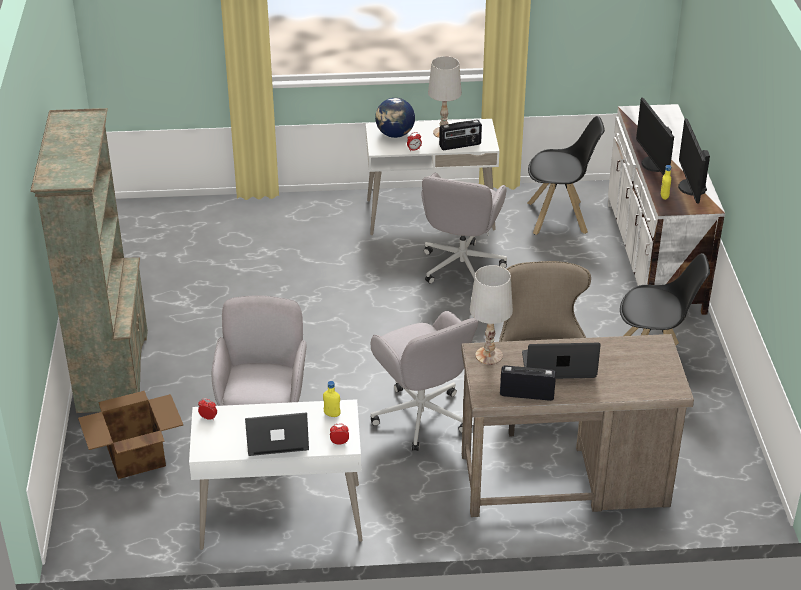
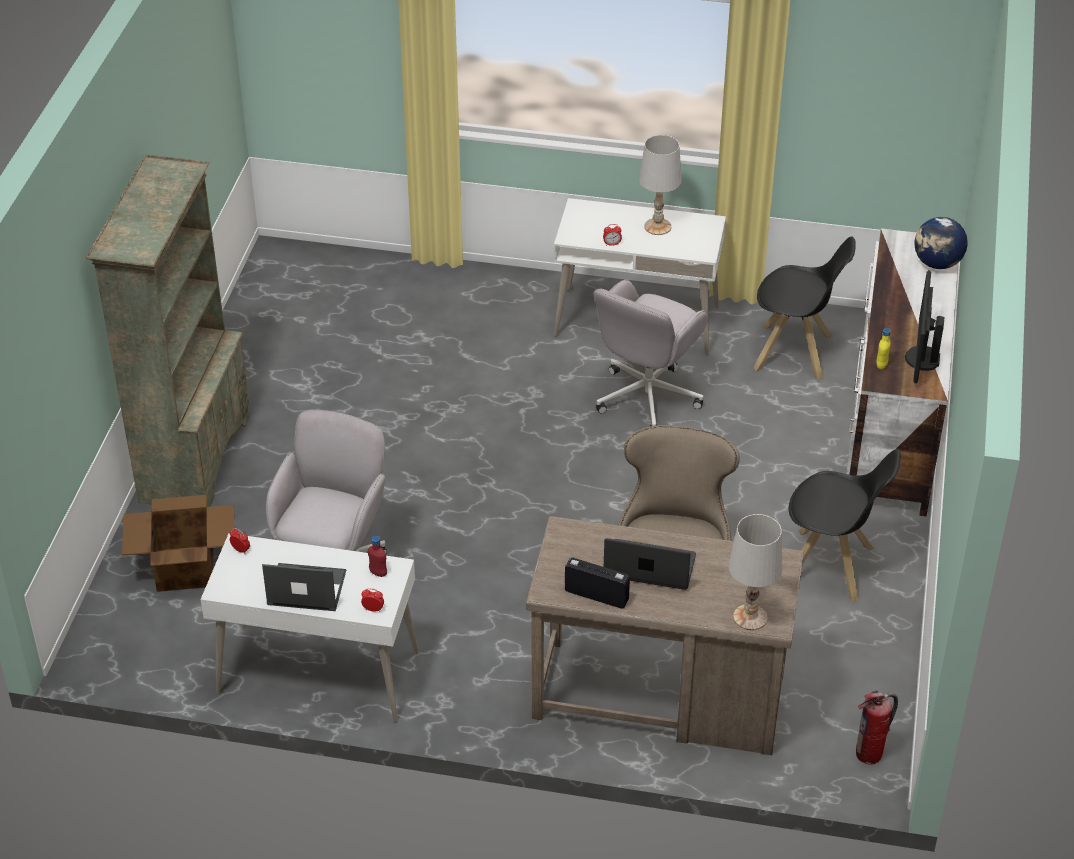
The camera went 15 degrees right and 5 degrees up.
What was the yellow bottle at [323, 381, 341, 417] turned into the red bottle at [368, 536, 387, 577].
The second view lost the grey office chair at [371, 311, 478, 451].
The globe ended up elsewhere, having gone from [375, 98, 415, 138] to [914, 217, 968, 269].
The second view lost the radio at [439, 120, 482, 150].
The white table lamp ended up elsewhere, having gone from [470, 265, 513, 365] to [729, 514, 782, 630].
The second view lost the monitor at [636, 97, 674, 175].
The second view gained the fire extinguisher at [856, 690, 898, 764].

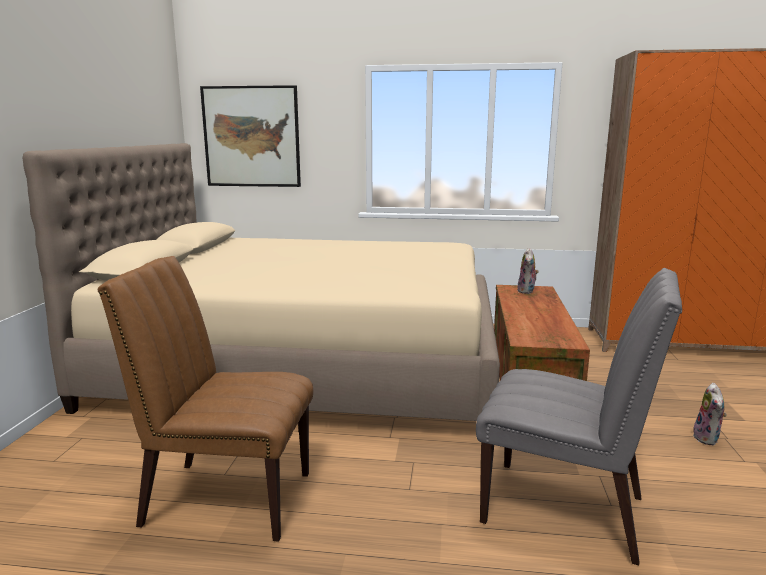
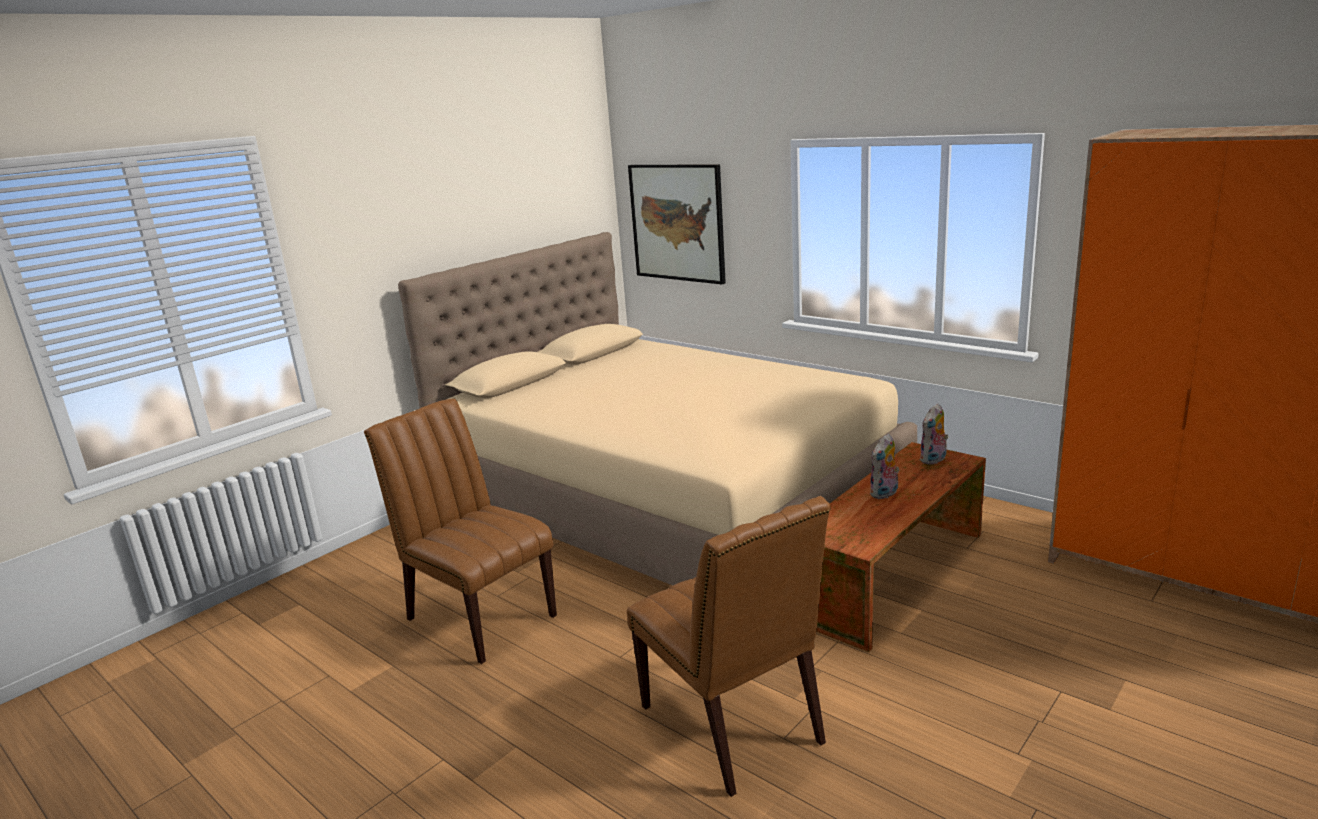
The camera went 35 degrees right and 5 degrees up.
What was the grey chair at [476, 268, 682, 565] turned into the brown chair at [626, 496, 830, 797].
The plush toy ended up elsewhere, having gone from [691, 383, 727, 445] to [870, 433, 900, 499].

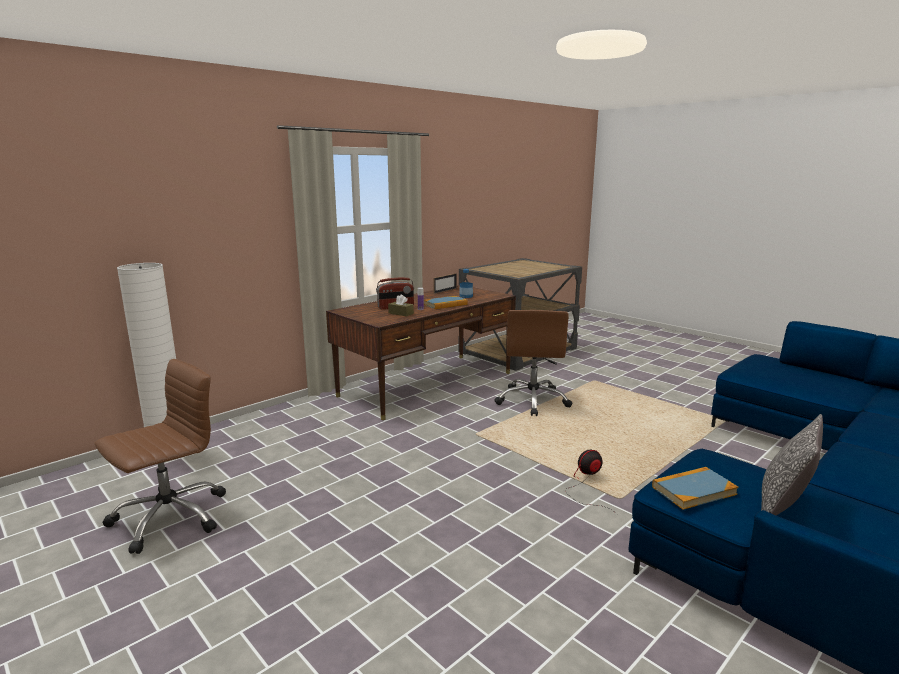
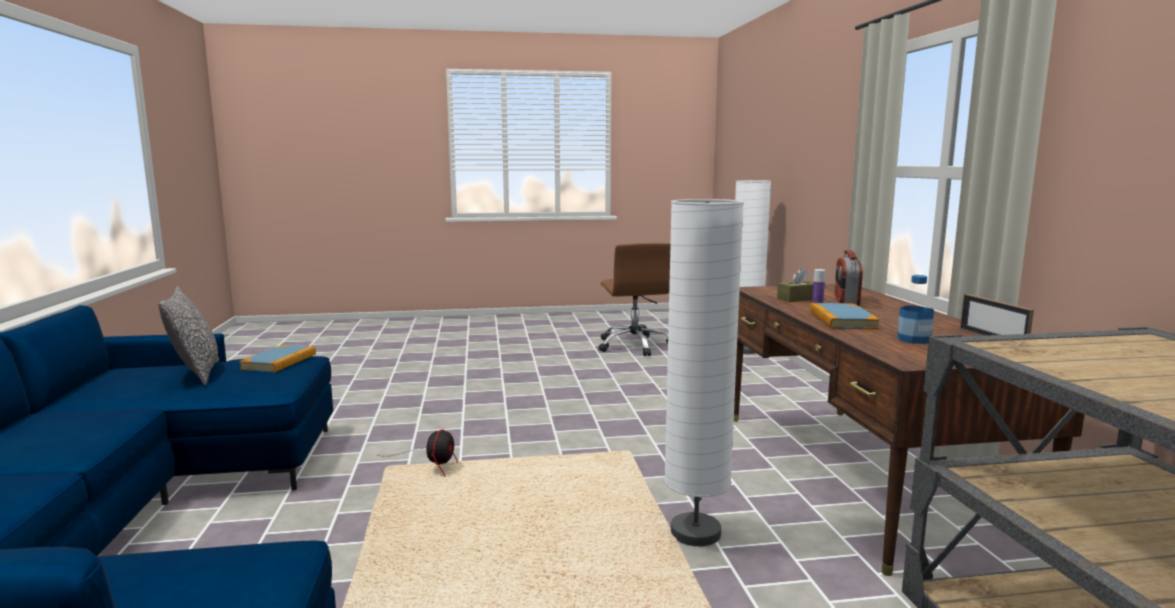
The camera went 125 degrees right and 5 degrees down.
Where the brown office chair stood at [495, 310, 573, 416], the white floor lamp came to stand at [664, 199, 744, 546].

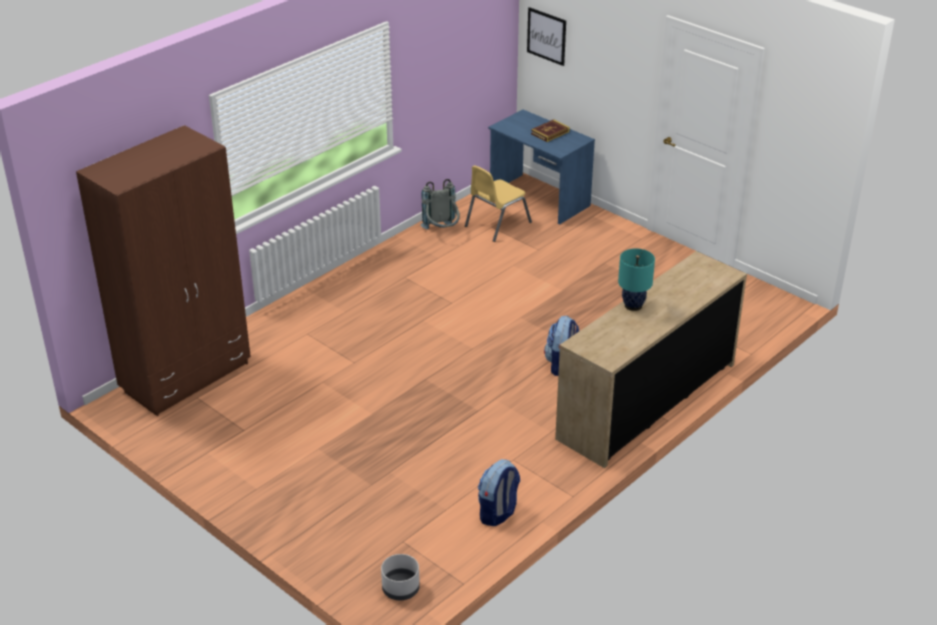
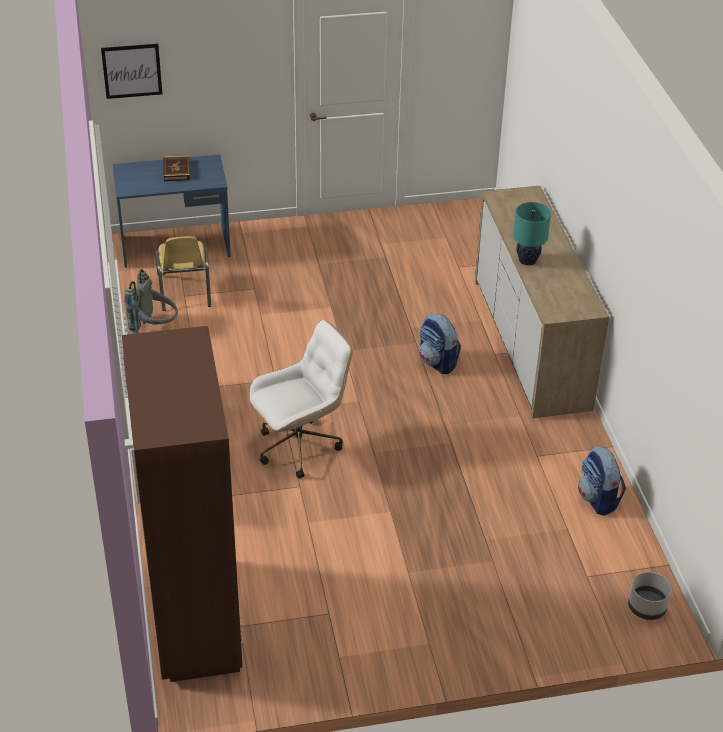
The camera went 55 degrees left and 5 degrees up.
The second view gained the white office chair at [249, 320, 353, 479].

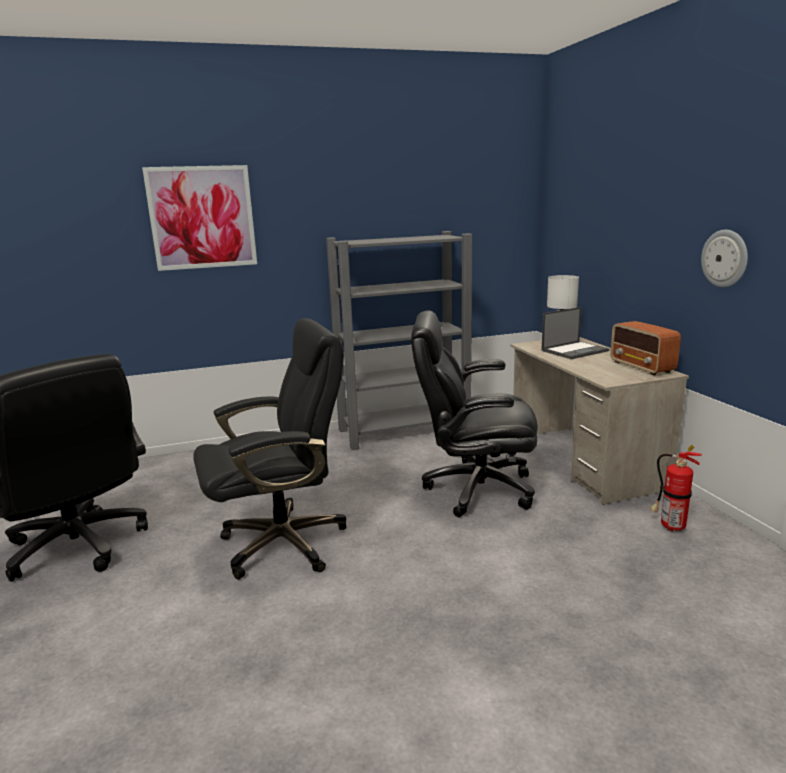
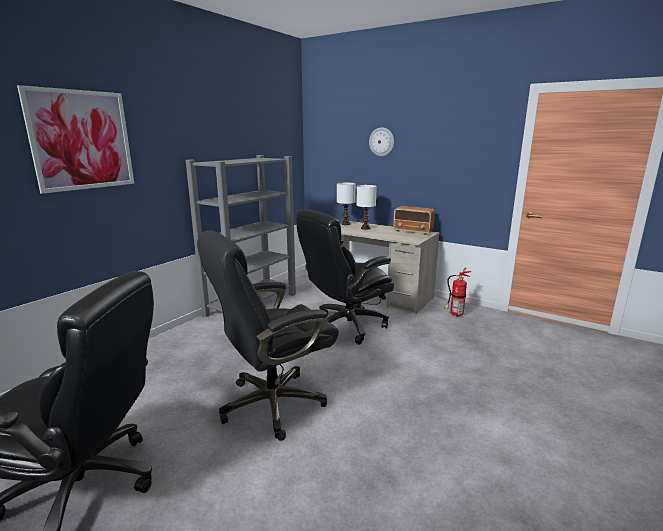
The camera went 40 degrees left and 0 degrees up.
The black office chair at [193, 318, 346, 580] ended up facing another way, 150 degrees counterclockwise from before.
Where the laptop stood at [541, 307, 609, 359], the white table lamp came to stand at [356, 185, 377, 230].
The wall clock ended up elsewhere, having gone from [701, 230, 748, 287] to [369, 127, 394, 156].

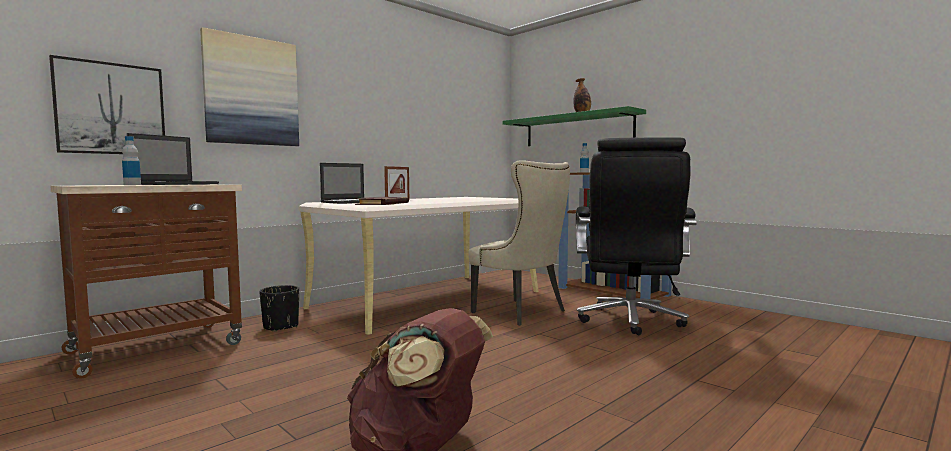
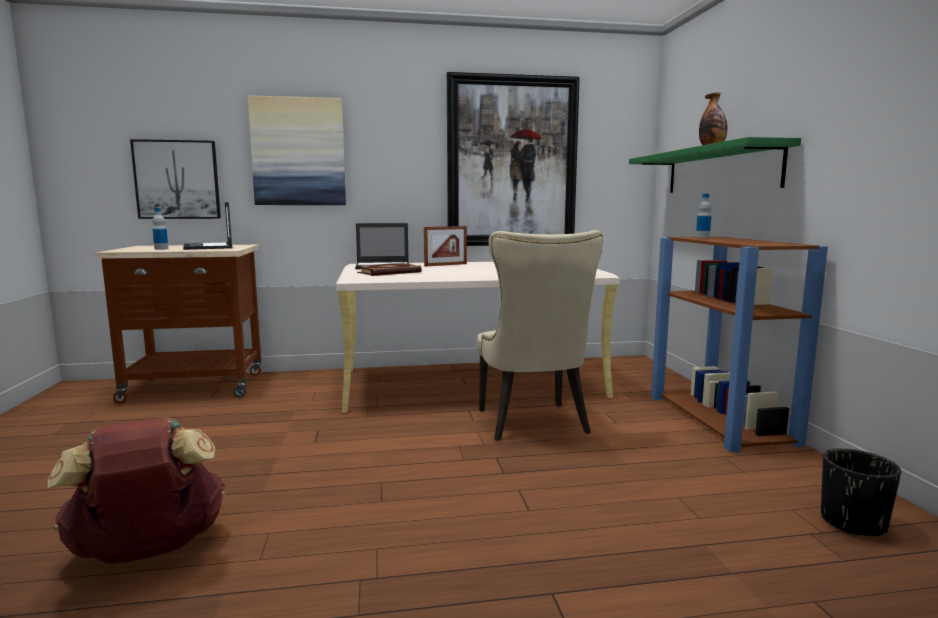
The camera went 35 degrees right and 5 degrees up.
The laptop at [127, 133, 219, 185] ended up facing another way, 90 degrees clockwise from before.
The black planter ended up elsewhere, having gone from [259, 285, 299, 332] to [821, 448, 901, 537].
The second view lost the black office chair at [576, 137, 697, 336].
The second view gained the picture at [447, 72, 580, 246].

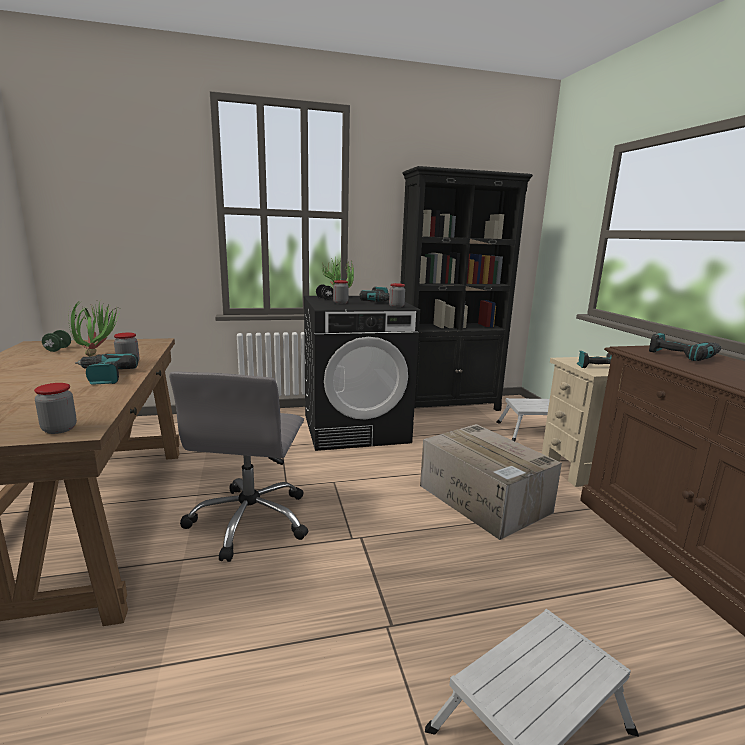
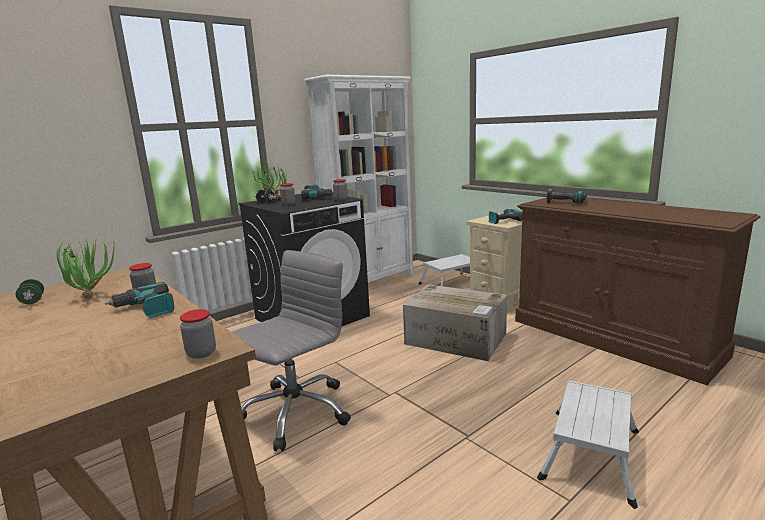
The camera went 25 degrees left and 0 degrees up.
The grey office chair at [169, 372, 309, 562] ended up facing another way, 120 degrees counterclockwise from before.
What was the black bookcase at [401, 166, 533, 411] turned into the white bookcase at [304, 74, 414, 283].

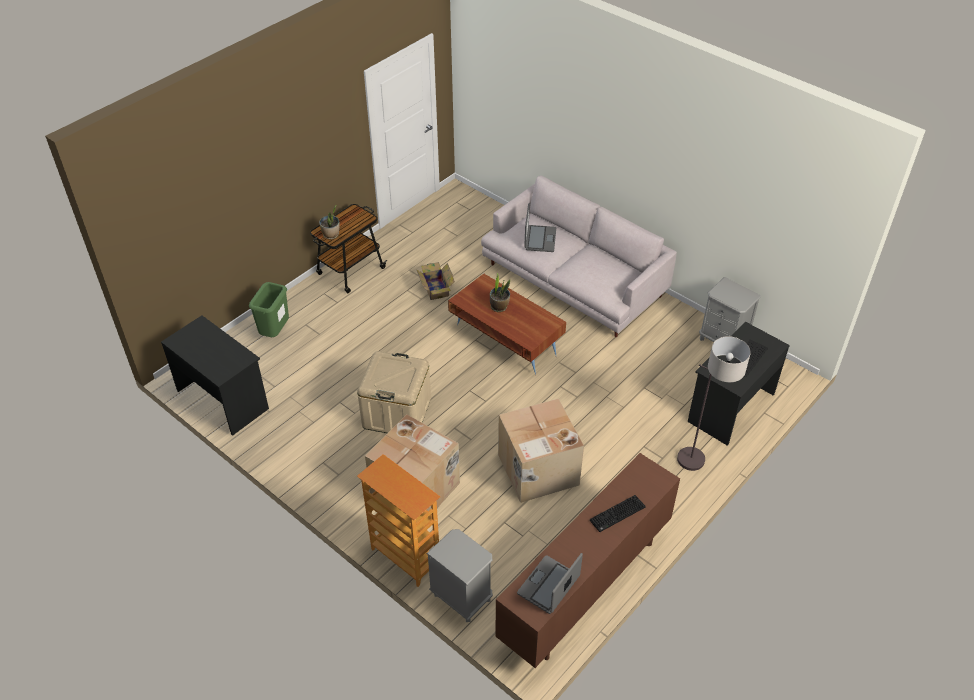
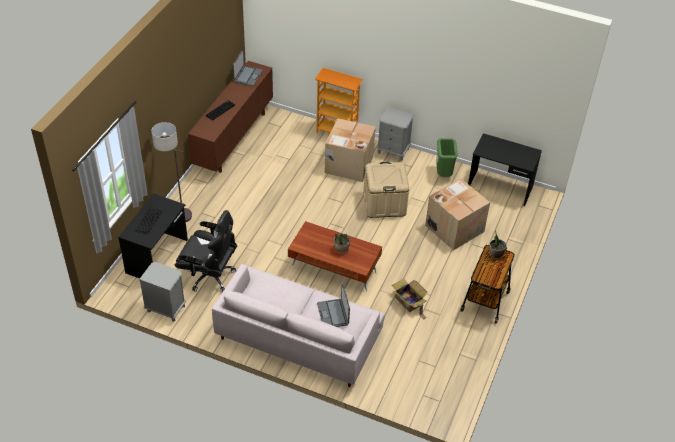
The camera went 160 degrees right and 0 degrees up.
The green trash can ended up elsewhere, having gone from [249, 282, 289, 337] to [436, 138, 458, 177].
The grey nightstand ended up elsewhere, having gone from [426, 529, 493, 622] to [377, 107, 414, 161].
The cardboard box ended up elsewhere, having gone from [498, 398, 584, 503] to [425, 178, 490, 250].
The second view gained the black office chair at [175, 210, 237, 292].

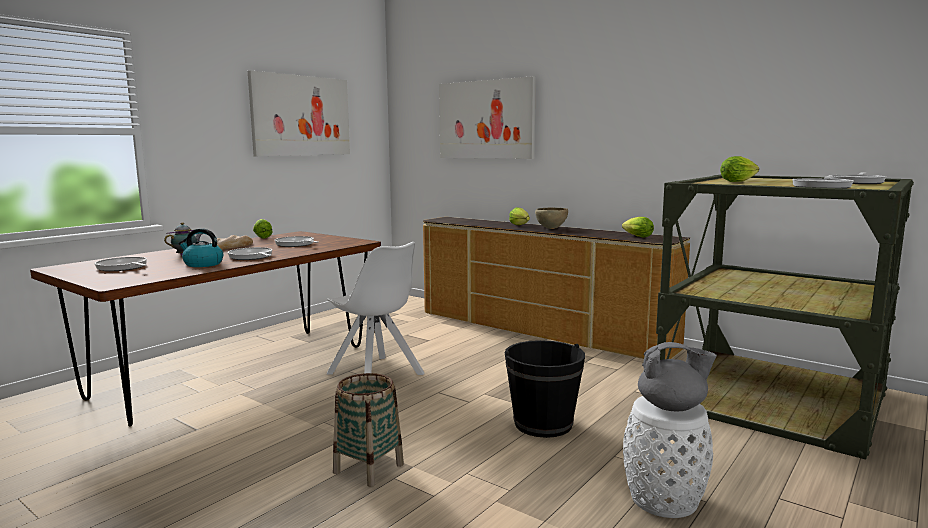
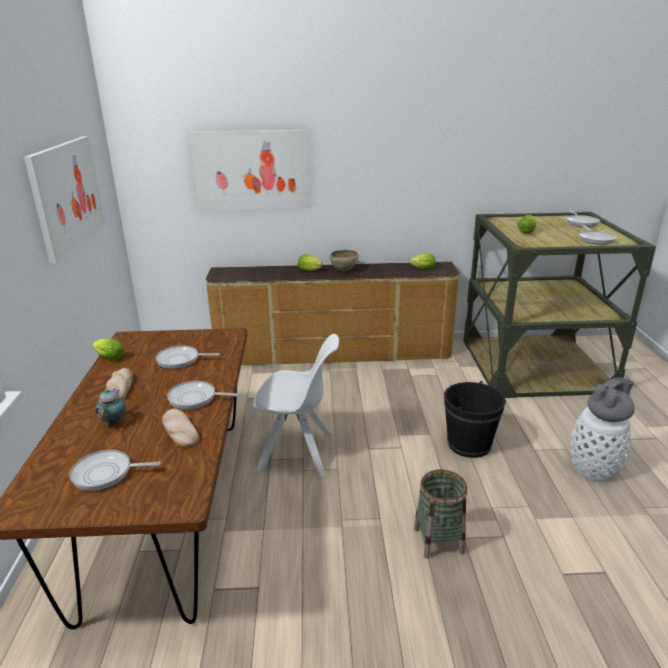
The camera went 40 degrees left and 15 degrees up.
Where the kettle stood at [178, 228, 223, 267], the bread came to stand at [162, 408, 199, 448].

